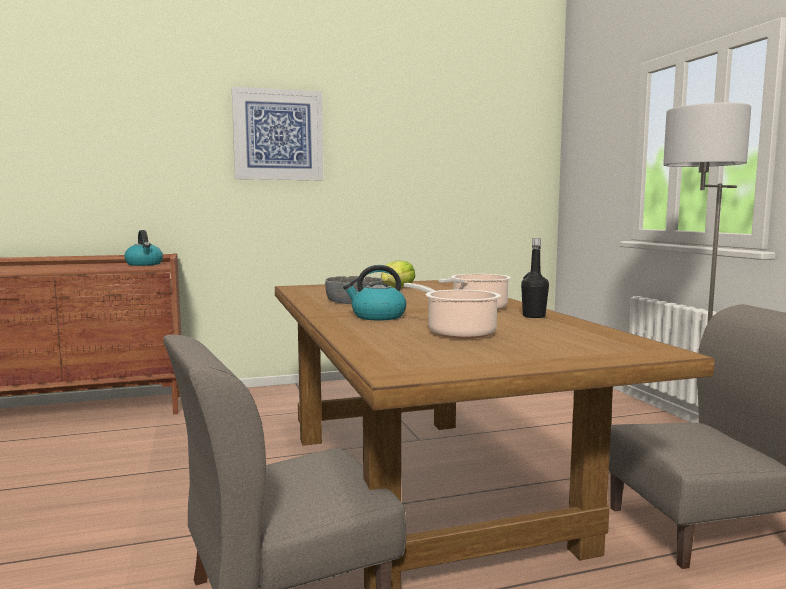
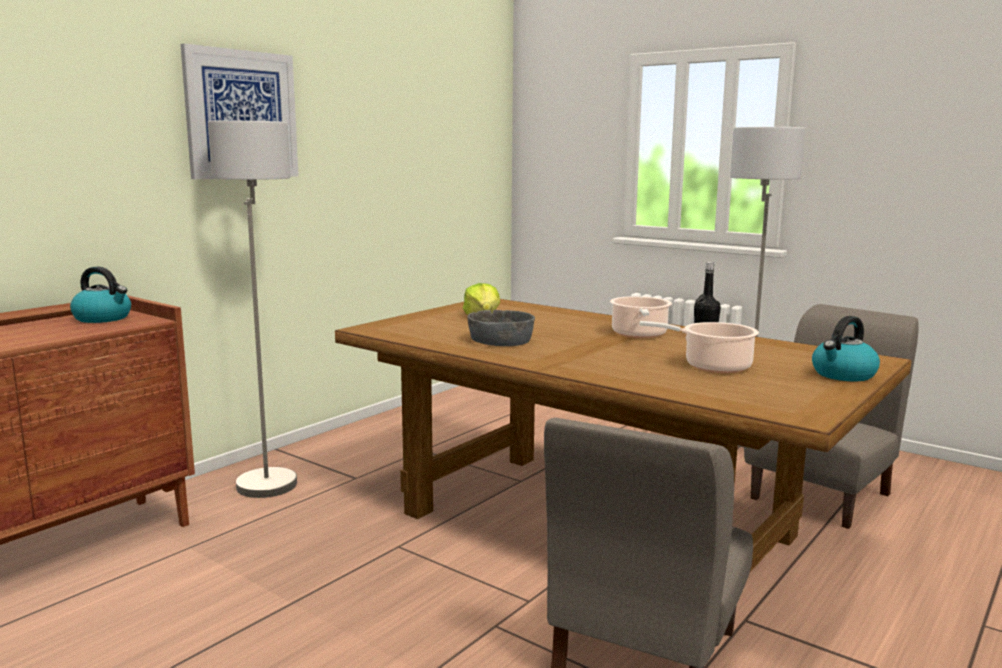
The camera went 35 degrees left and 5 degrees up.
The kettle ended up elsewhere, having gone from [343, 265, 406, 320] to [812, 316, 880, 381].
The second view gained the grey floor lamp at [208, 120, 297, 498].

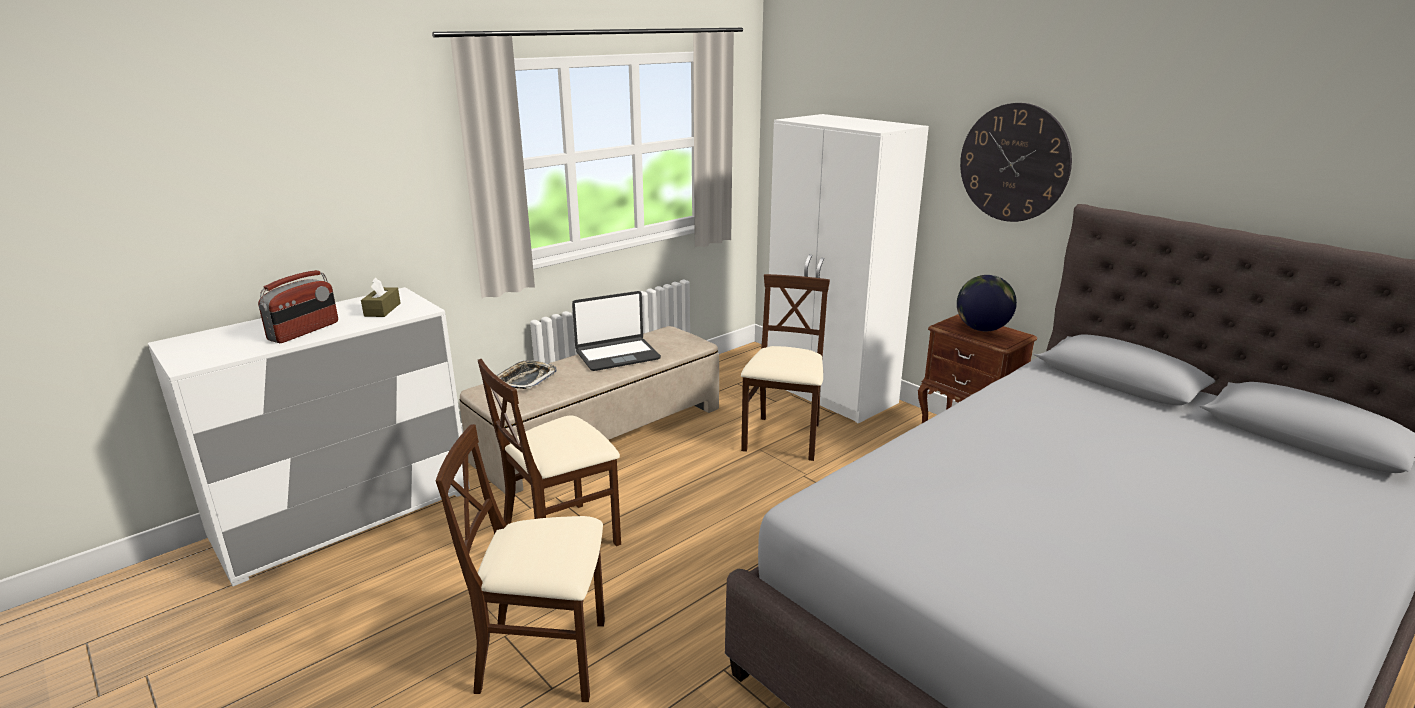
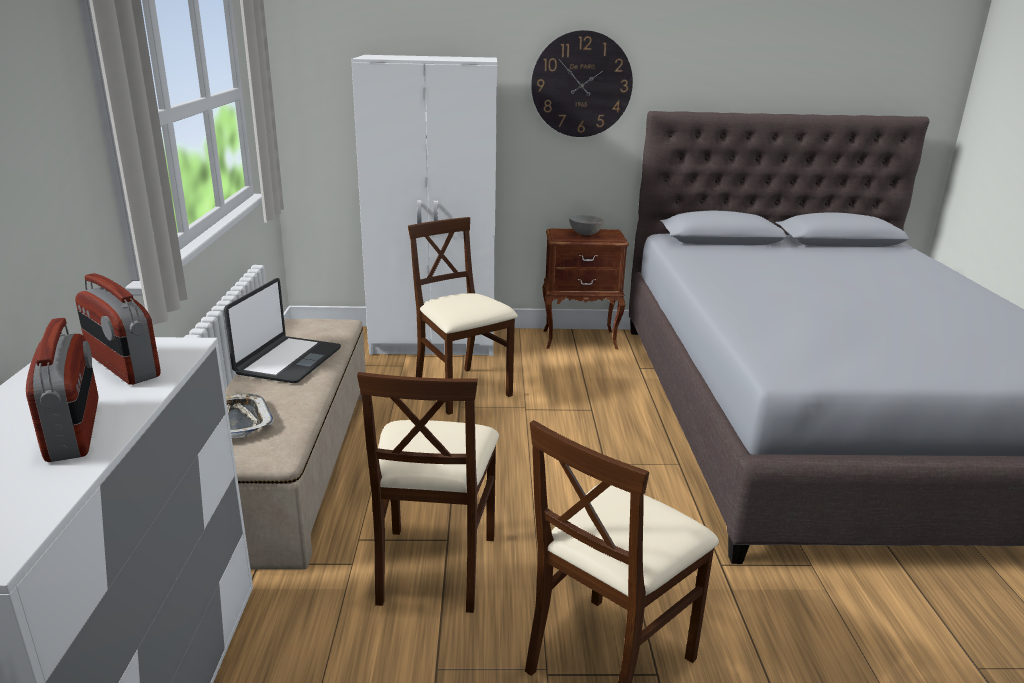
The camera went 50 degrees left and 0 degrees up.
Where the brown tissue box stood at [361, 277, 400, 317], the radio came to stand at [75, 273, 161, 385].
Where the globe stood at [957, 275, 1017, 331], the grey bowl came to stand at [569, 215, 604, 235].

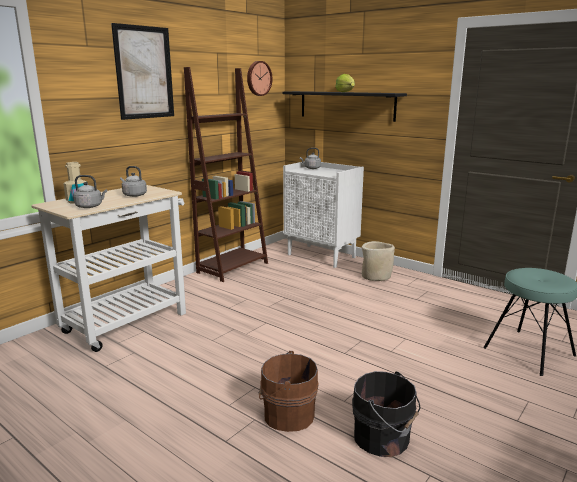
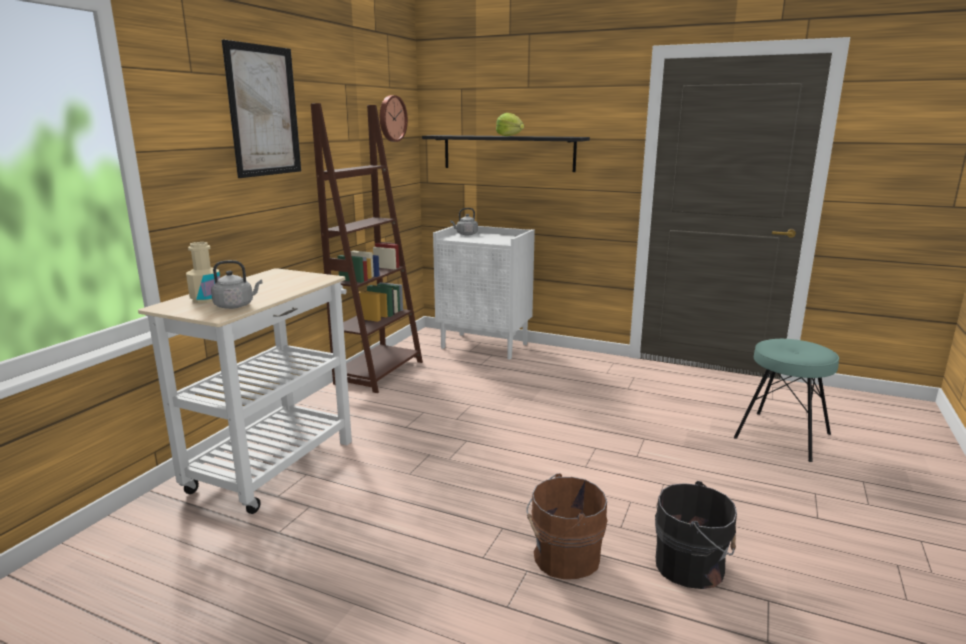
The camera went 15 degrees left and 0 degrees up.
The second view lost the grey kettle at [120, 166, 147, 197].
The second view lost the beige planter at [362, 241, 395, 281].

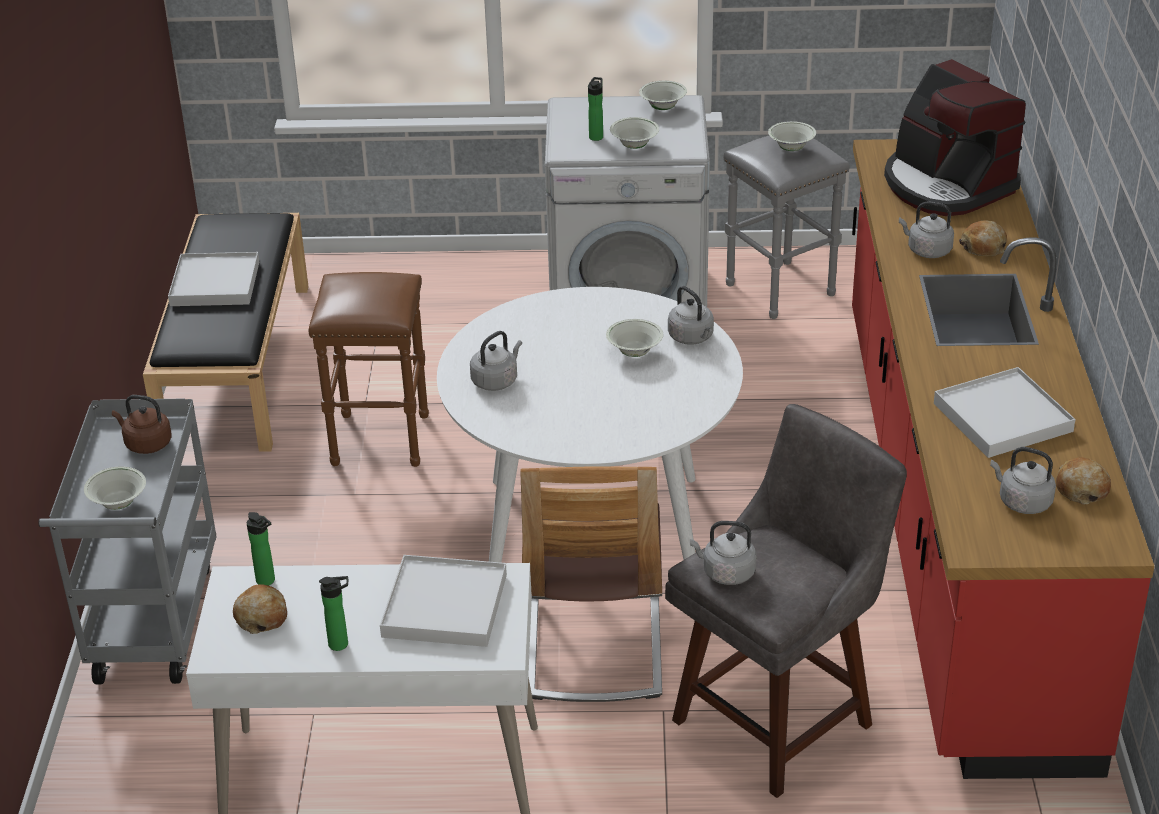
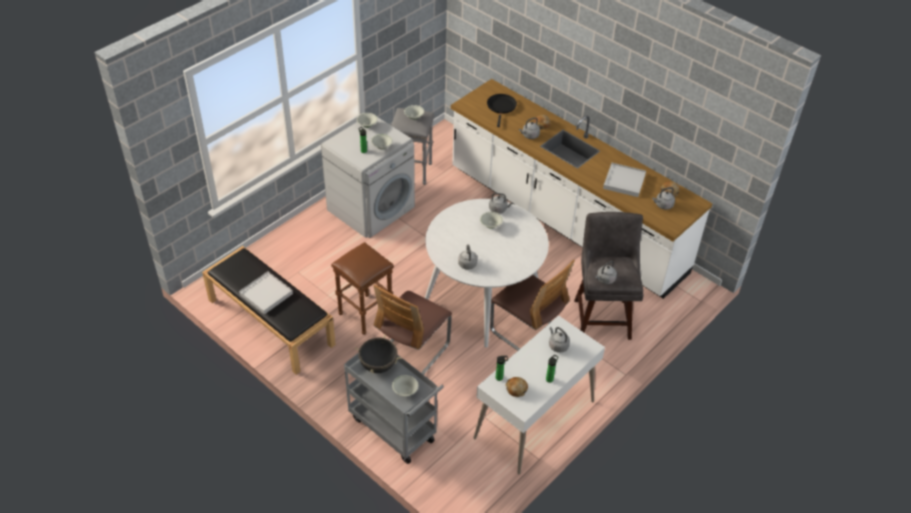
The camera went 50 degrees left and 10 degrees up.
Where the brown kettle stood at [112, 395, 171, 454], the black cooking pot came to stand at [355, 335, 401, 374].
Where the white tray stood at [380, 555, 507, 647], the grey kettle came to stand at [549, 327, 570, 353].
What was the red counter at [852, 139, 1155, 779] turned into the white counter at [451, 79, 713, 299].
Where the coffee machine stood at [884, 59, 1026, 216], the black frying pan came to stand at [487, 94, 517, 127].
The second view gained the chair at [373, 284, 452, 375].

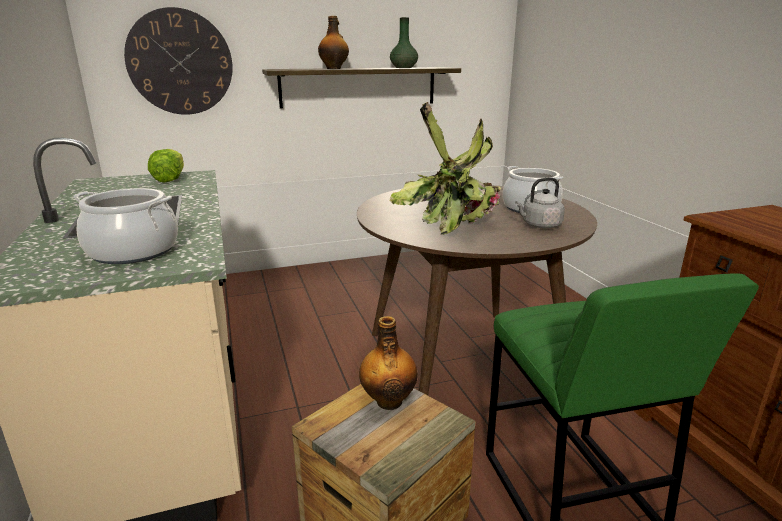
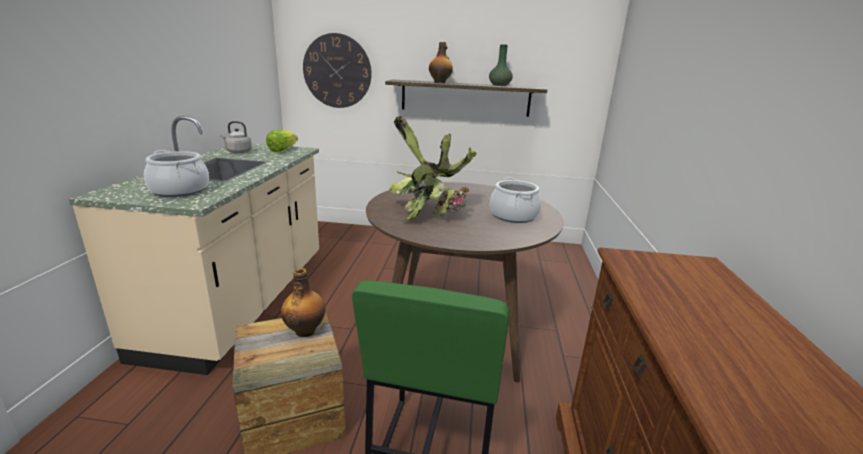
The camera went 25 degrees right and 0 degrees up.
The grey kettle ended up elsewhere, having gone from [515, 177, 565, 228] to [220, 121, 252, 153].

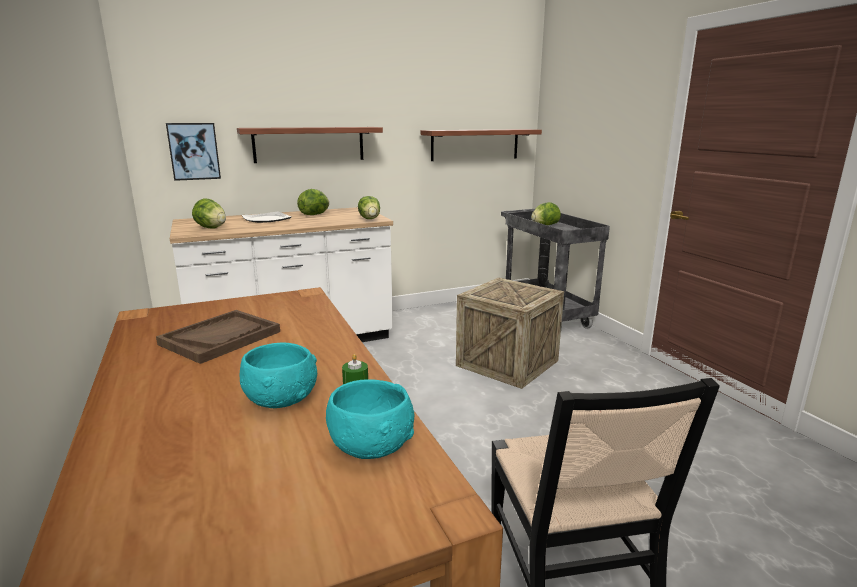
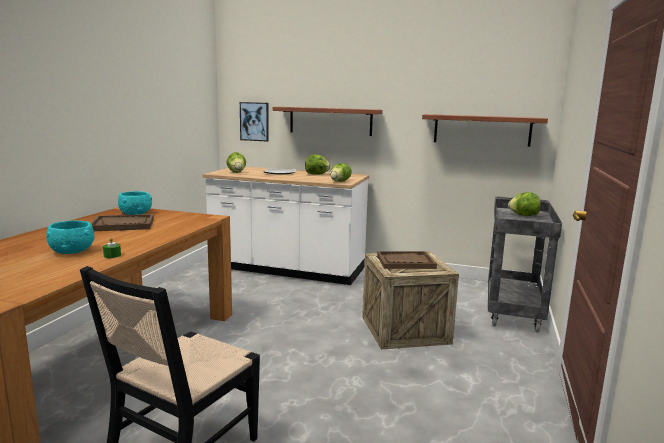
The camera went 40 degrees right and 5 degrees down.
The turquoise bowl ended up elsewhere, having gone from [326, 379, 414, 459] to [118, 191, 152, 215].
The second view gained the brown tray at [377, 251, 437, 269].

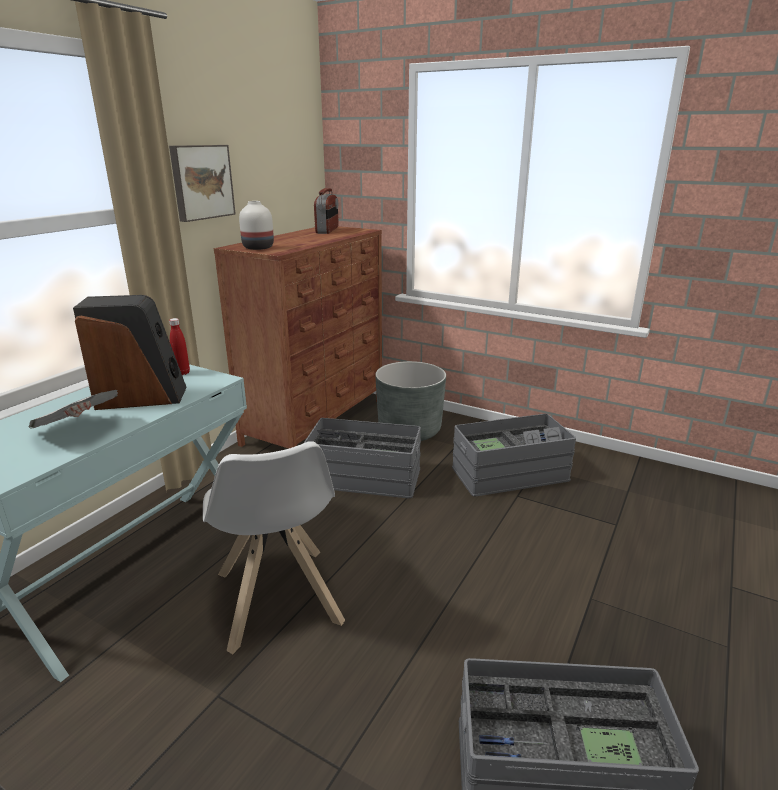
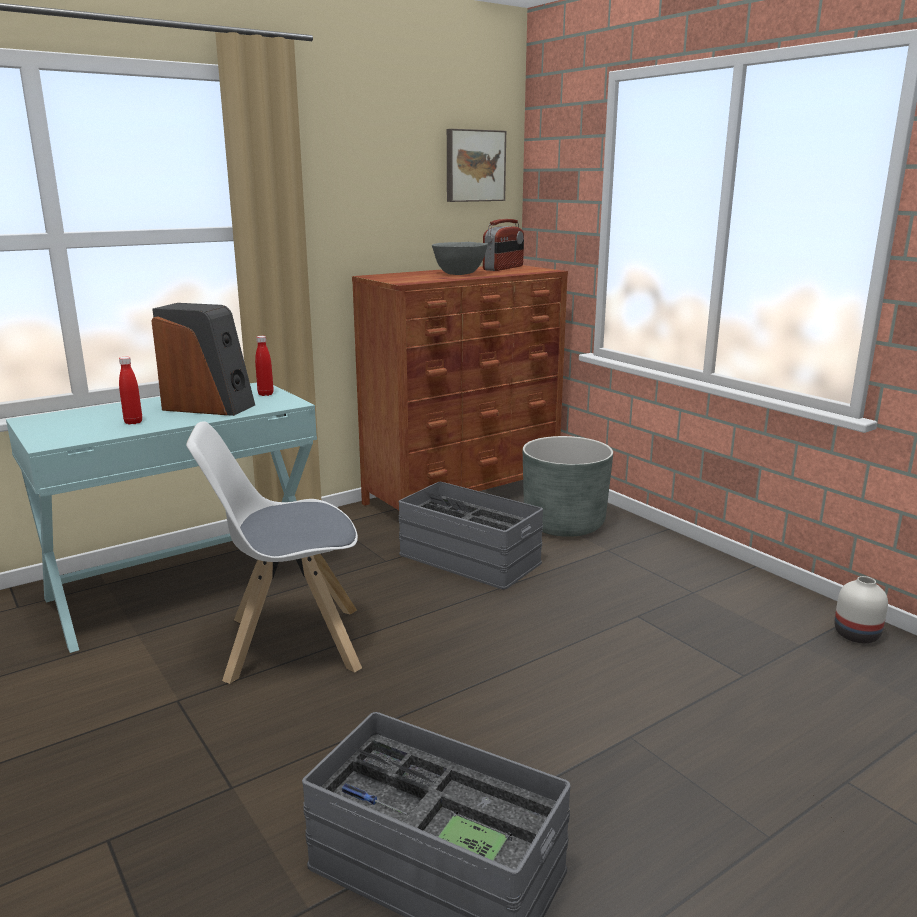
The camera went 25 degrees right and 5 degrees down.
Where the newspaper stood at [28, 390, 118, 429], the red bottle came to stand at [119, 357, 142, 424].
The picture ended up elsewhere, having gone from [169, 145, 236, 222] to [447, 129, 506, 202].
The chair at [203, 441, 345, 654] ended up facing another way, 75 degrees clockwise from before.
The white vase ended up elsewhere, having gone from [239, 201, 274, 250] to [834, 576, 888, 643].
The second view lost the grey storage box at [452, 414, 576, 496].
The second view gained the grey bowl at [432, 242, 488, 275].

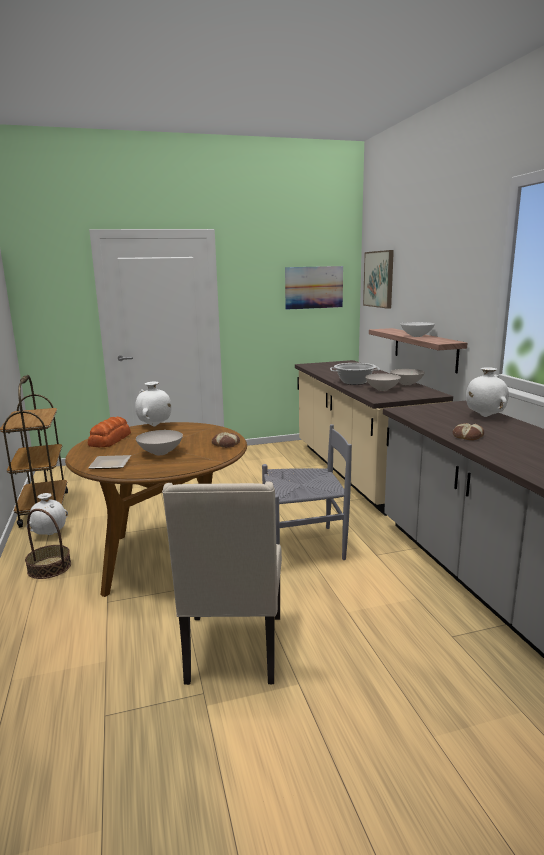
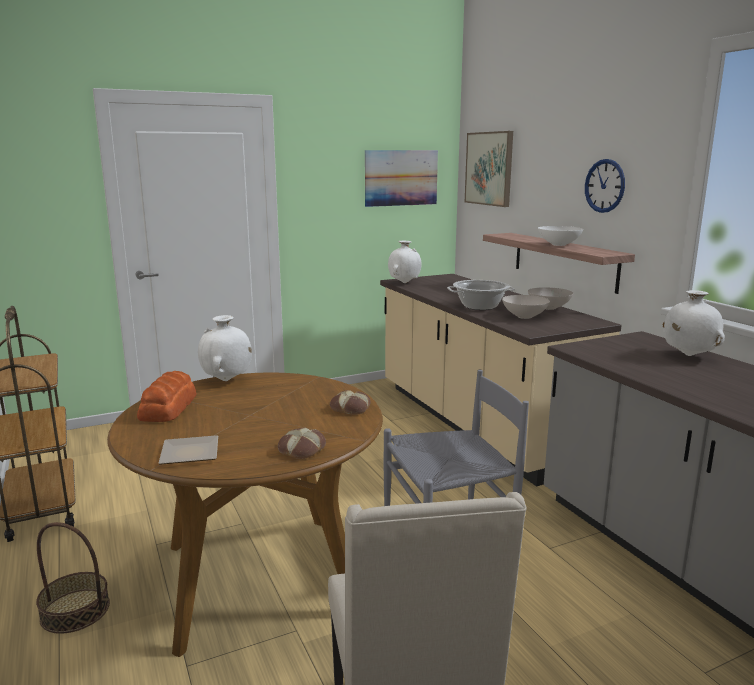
The camera went 10 degrees left and 0 degrees up.
The white vase ended up elsewhere, having gone from [30, 493, 68, 535] to [388, 241, 422, 283].
The second view lost the white bowl at [136, 430, 183, 455].
The bread ended up elsewhere, having gone from [453, 423, 484, 441] to [278, 428, 326, 459].
The second view gained the wall clock at [585, 159, 625, 213].

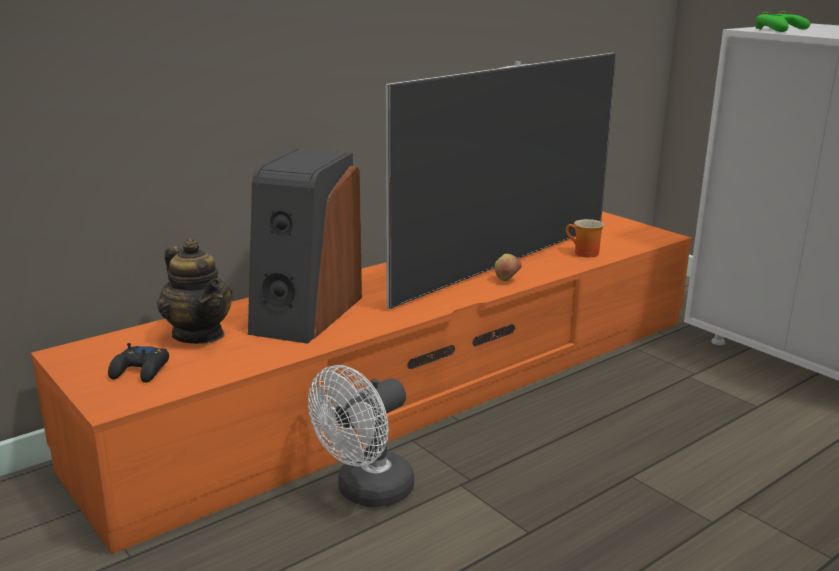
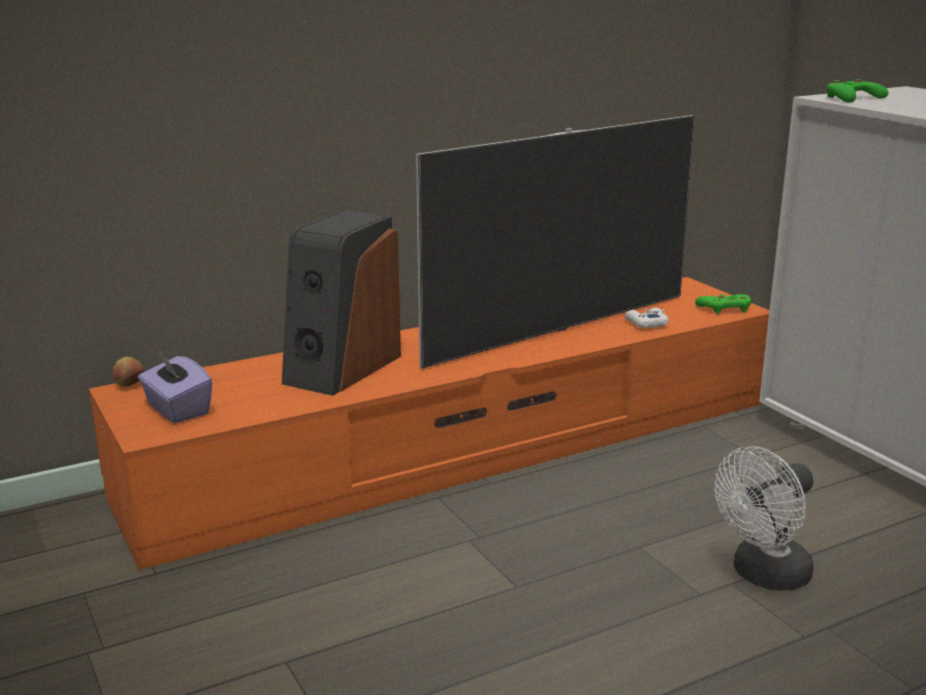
The camera went 10 degrees right and 0 degrees up.
Where the black game controller stood at [108, 343, 169, 383], the purple tissue box came to stand at [138, 351, 212, 423].
The second view lost the teapot at [157, 238, 233, 344].
The white fan ended up elsewhere, having gone from [308, 365, 415, 507] to [715, 446, 814, 591].
The apple ended up elsewhere, having gone from [495, 254, 522, 281] to [113, 357, 144, 387].
Where the mug stood at [566, 219, 604, 257], the white game controller came to stand at [625, 308, 669, 328].
The second view gained the green game controller at [695, 294, 751, 314].

